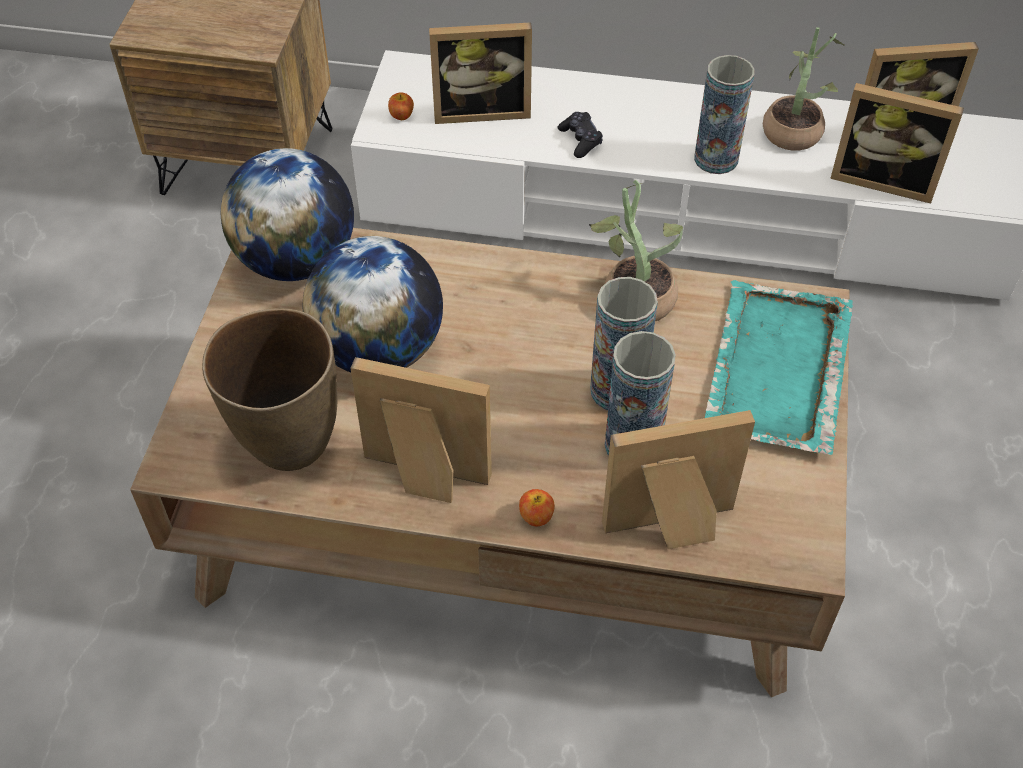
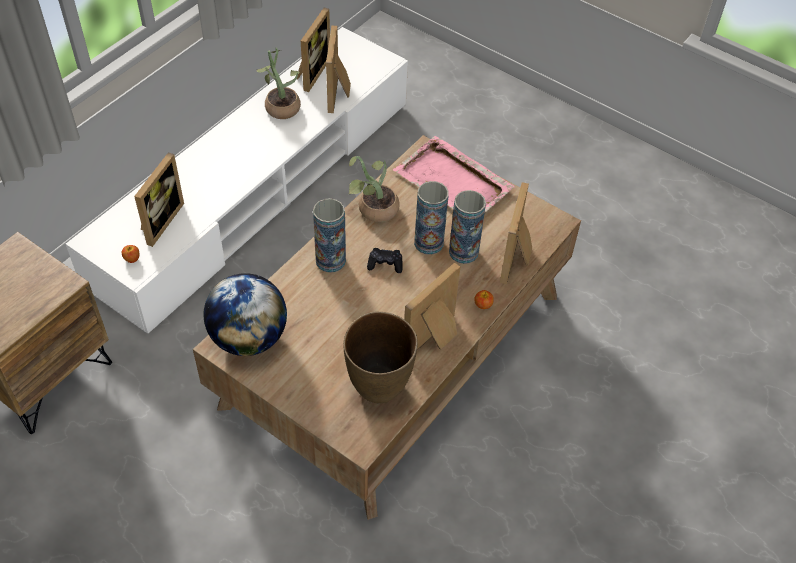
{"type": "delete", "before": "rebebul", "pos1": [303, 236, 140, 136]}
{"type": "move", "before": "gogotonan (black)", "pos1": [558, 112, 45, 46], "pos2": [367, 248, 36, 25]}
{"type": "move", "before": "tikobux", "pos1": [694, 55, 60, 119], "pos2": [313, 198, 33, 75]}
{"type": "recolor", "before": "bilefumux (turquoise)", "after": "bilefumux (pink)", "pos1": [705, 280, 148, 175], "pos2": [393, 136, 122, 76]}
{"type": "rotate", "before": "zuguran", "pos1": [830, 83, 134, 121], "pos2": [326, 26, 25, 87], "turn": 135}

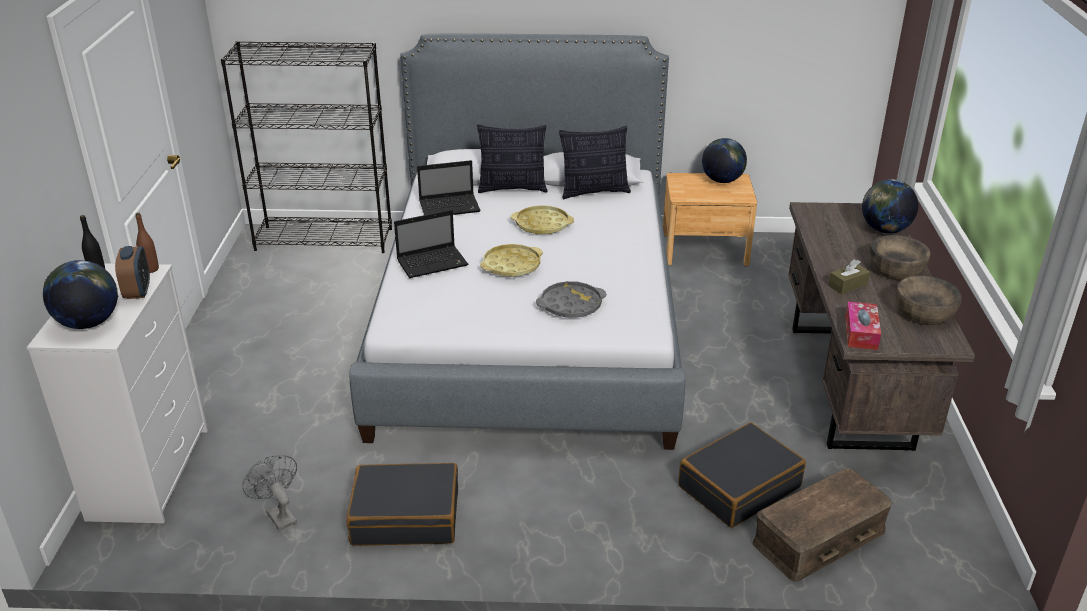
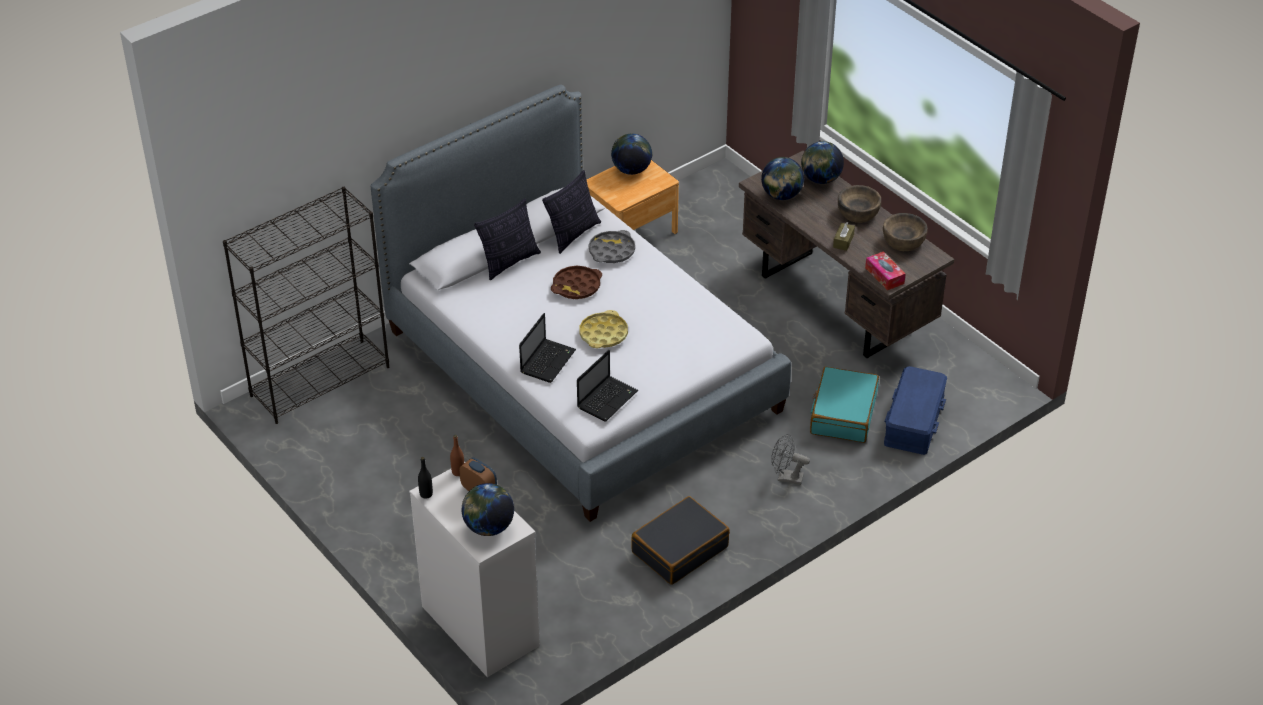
{"type": "insert", "after": "rebebul", "pos2": [761, 157, 43, 43]}
{"type": "move", "before": "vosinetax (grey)", "pos1": [242, 455, 55, 76], "pos2": [771, 433, 39, 52]}
{"type": "move", "before": "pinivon", "pos1": [417, 160, 64, 55], "pos2": [577, 350, 61, 72]}
{"type": "move", "before": "bilefumux (grey)", "pos1": [536, 281, 70, 37], "pos2": [589, 230, 46, 33]}
{"type": "recolor", "before": "bilefumux (yellow)", "after": "bilefumux (brown)", "pos1": [511, 205, 63, 30], "pos2": [551, 266, 51, 33]}
{"type": "recolor", "before": "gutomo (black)", "after": "gutomo (turquoise)", "pos1": [679, 423, 127, 105], "pos2": [810, 367, 69, 76]}
{"type": "recolor", "before": "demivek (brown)", "after": "demivek (blue)", "pos1": [752, 468, 140, 114], "pos2": [884, 366, 63, 89]}

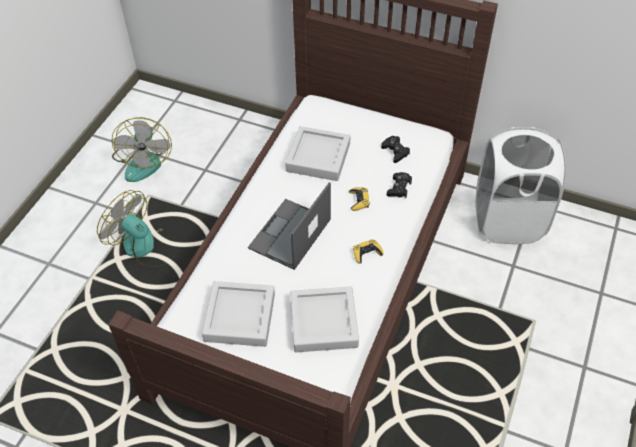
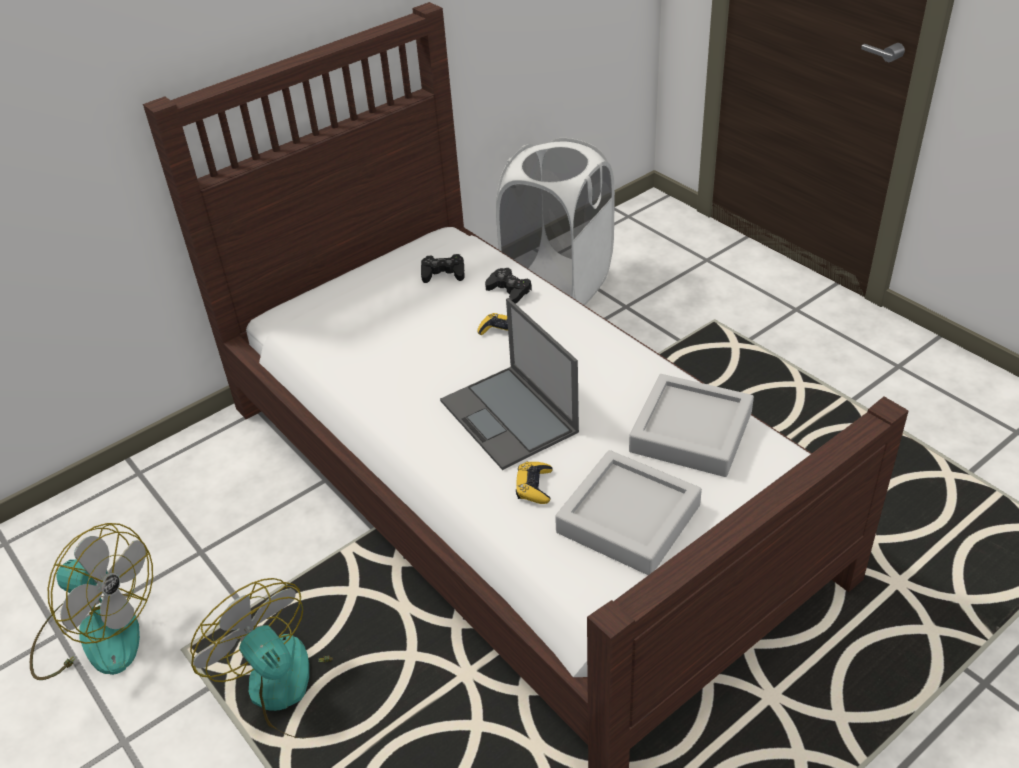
{"type": "delete", "before": "bilefumux (grey)", "pos1": [285, 126, 65, 55]}
{"type": "move", "before": "gogotonan (yellow)", "pos1": [353, 239, 31, 25], "pos2": [516, 462, 37, 42]}
{"type": "rotate", "before": "vosinetax", "pos1": [97, 190, 66, 77], "pos2": [190, 578, 143, 160], "turn": 75}

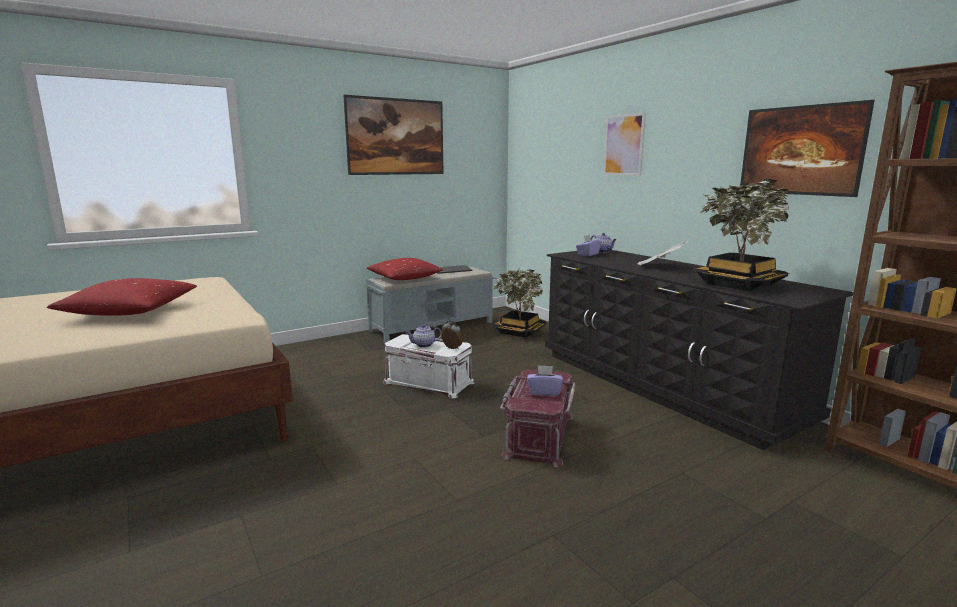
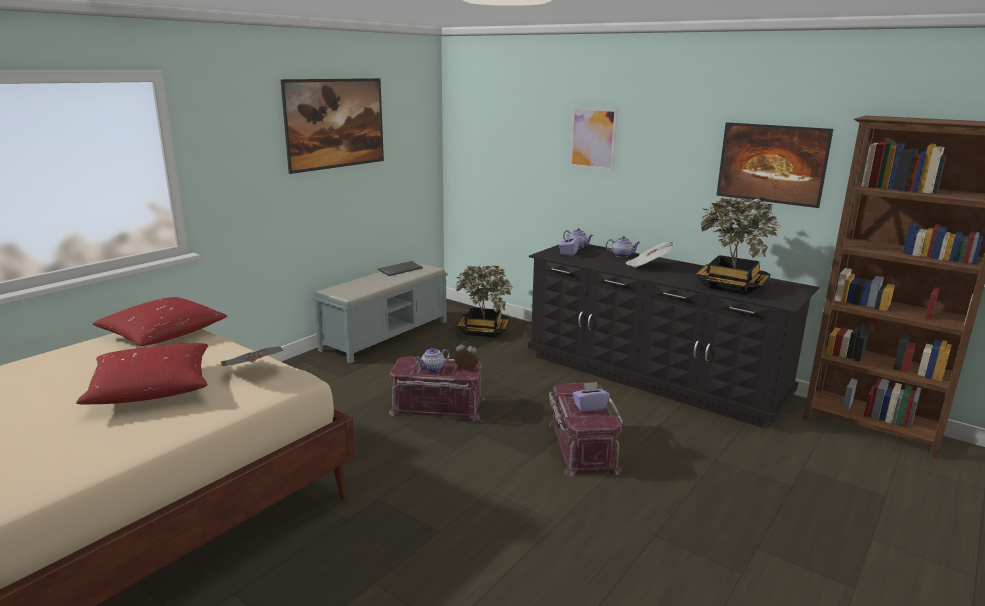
{"type": "insert", "after": "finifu", "pos2": [221, 347, 62, 19]}
{"type": "insert", "after": "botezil", "pos2": [606, 236, 34, 21]}
{"type": "move", "before": "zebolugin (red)", "pos1": [367, 258, 76, 22], "pos2": [92, 297, 135, 49]}
{"type": "recolor", "before": "demivek (white)", "after": "demivek (red)", "pos1": [383, 334, 92, 65], "pos2": [389, 356, 95, 65]}

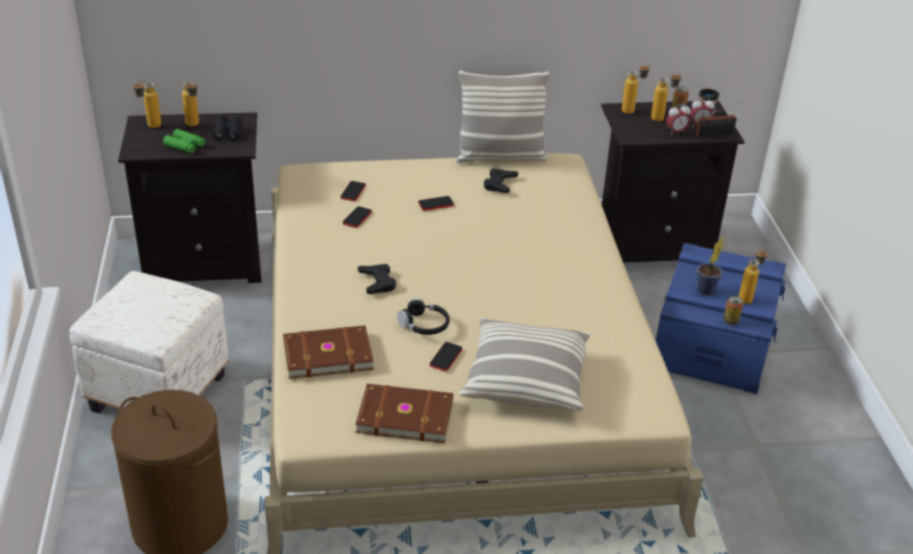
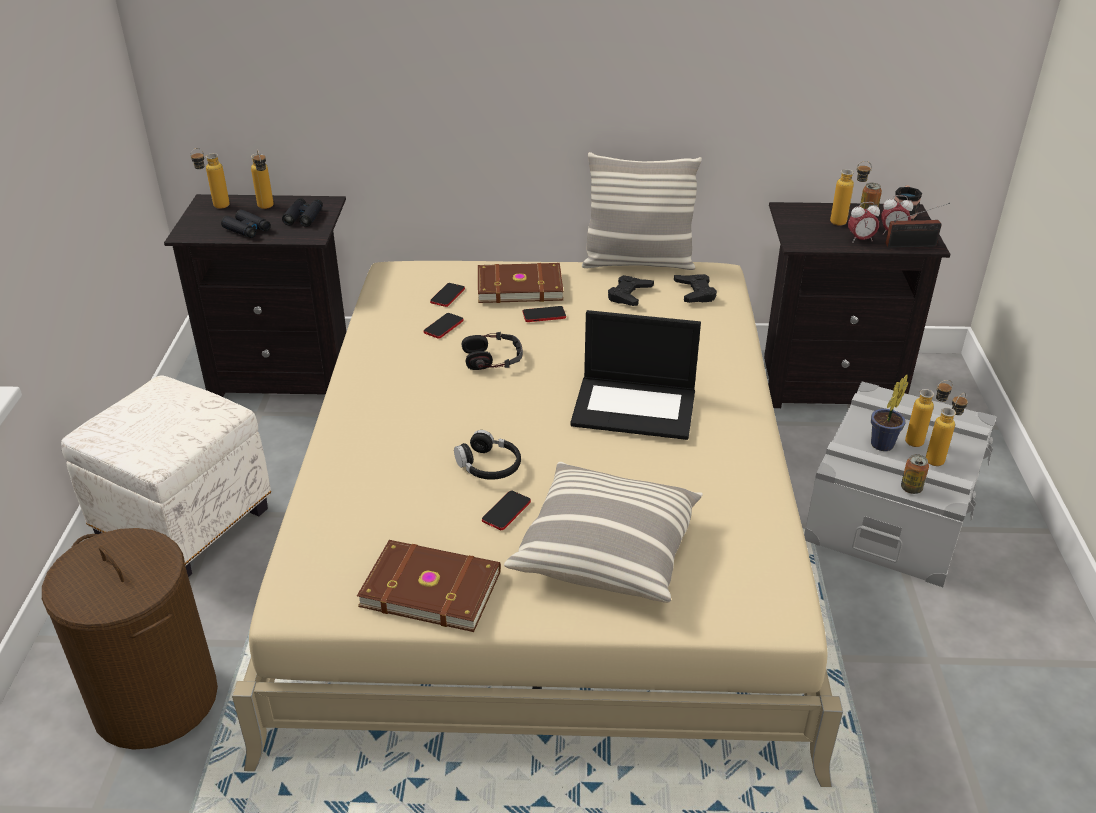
{"type": "insert", "after": "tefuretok", "pos2": [461, 332, 62, 38]}
{"type": "insert", "after": "pinivon", "pos2": [570, 310, 131, 130]}
{"type": "move", "before": "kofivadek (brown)", "pos1": [283, 325, 91, 54], "pos2": [478, 263, 85, 40]}
{"type": "move", "before": "gogotonan (black)", "pos1": [358, 264, 38, 30], "pos2": [674, 274, 43, 29]}
{"type": "move", "before": "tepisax", "pos1": [622, 63, 28, 51], "pos2": [905, 380, 48, 67]}
{"type": "recolor", "before": "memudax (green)", "after": "memudax (black)", "pos1": [163, 129, 42, 24], "pos2": [221, 209, 50, 29]}
{"type": "recolor", "before": "demivek (blue)", "after": "demivek (grey)", "pos1": [656, 243, 130, 151], "pos2": [804, 382, 193, 205]}

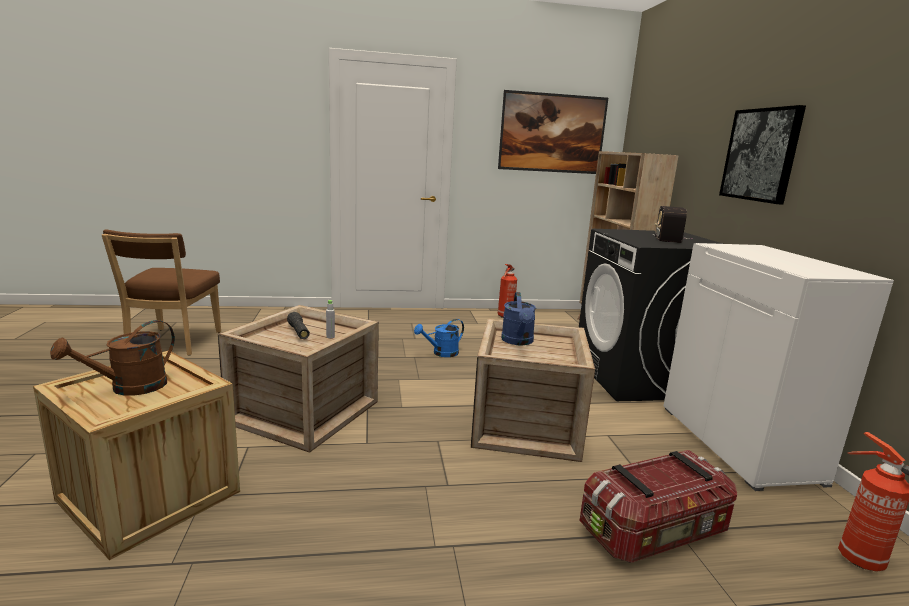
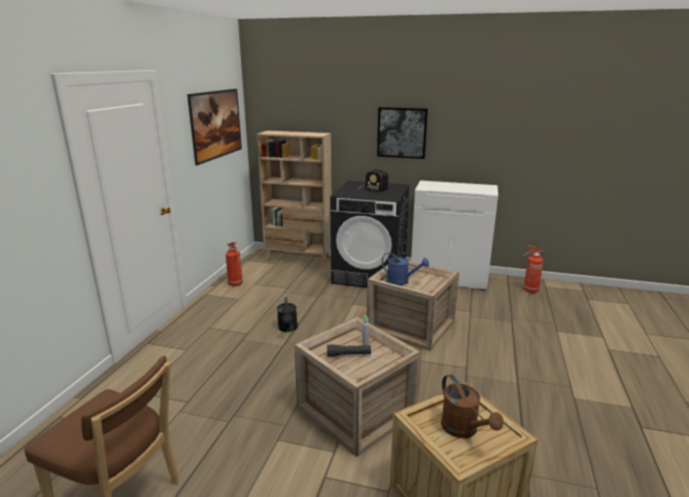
{"type": "delete", "before": "demivek", "pos1": [579, 450, 158, 113]}
{"type": "recolor", "before": "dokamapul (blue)", "after": "dokamapul (black)", "pos1": [414, 319, 50, 38], "pos2": [277, 297, 21, 35]}

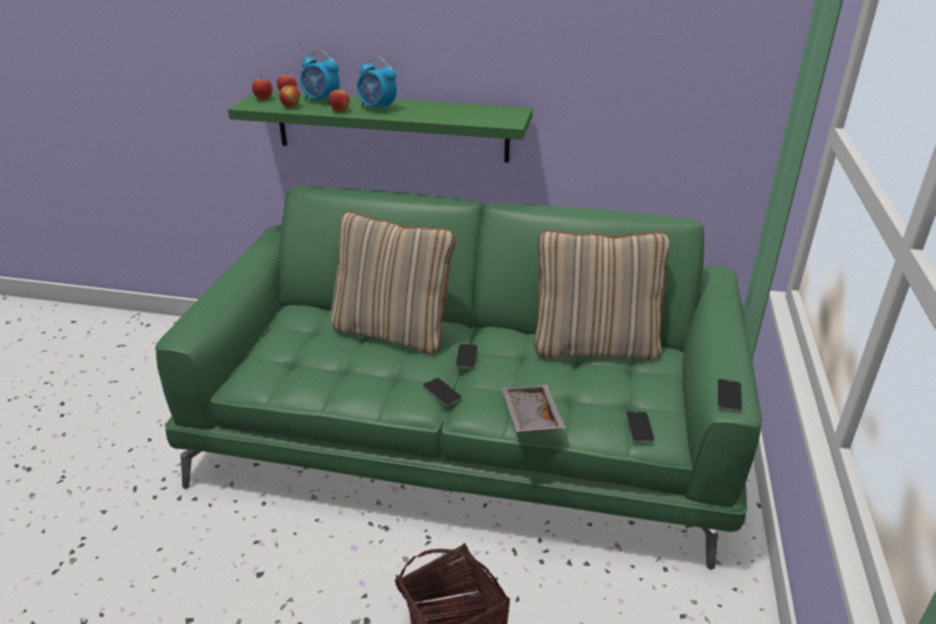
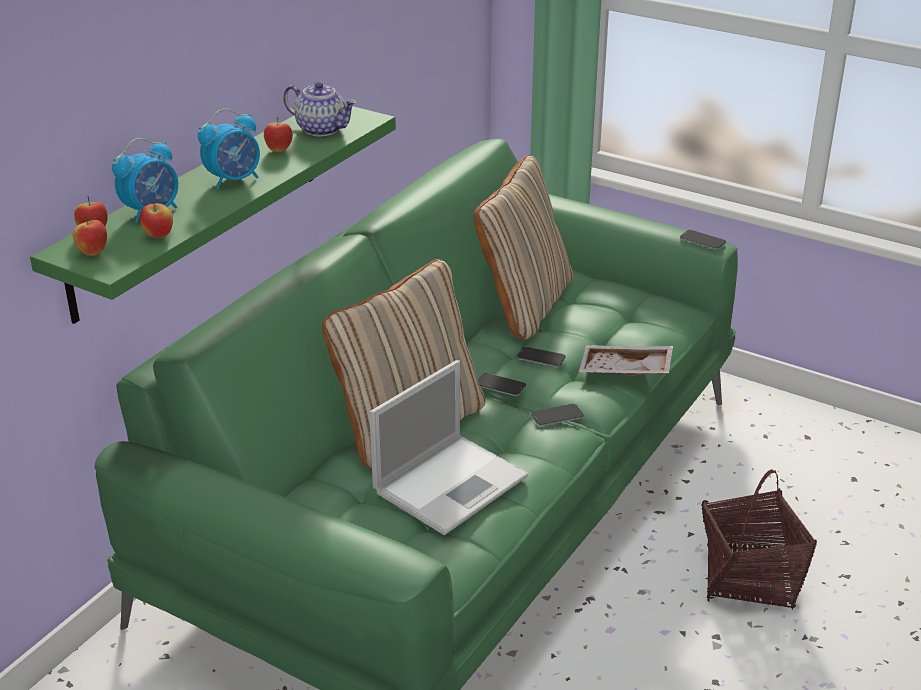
{"type": "insert", "after": "botezil", "pos2": [283, 81, 74, 55]}
{"type": "insert", "after": "pinivon", "pos2": [369, 360, 159, 175]}
{"type": "move", "before": "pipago", "pos1": [329, 90, 20, 22], "pos2": [264, 117, 29, 35]}
{"type": "move", "before": "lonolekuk", "pos1": [626, 412, 28, 30], "pos2": [517, 347, 48, 20]}

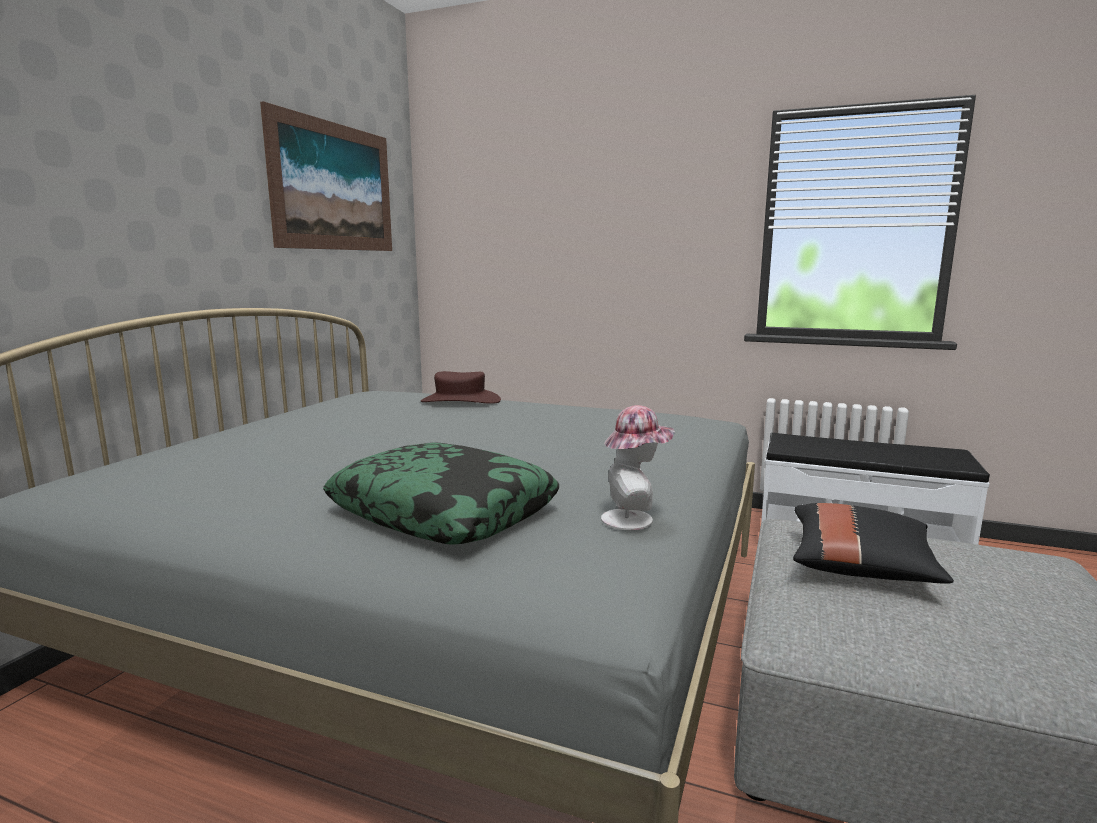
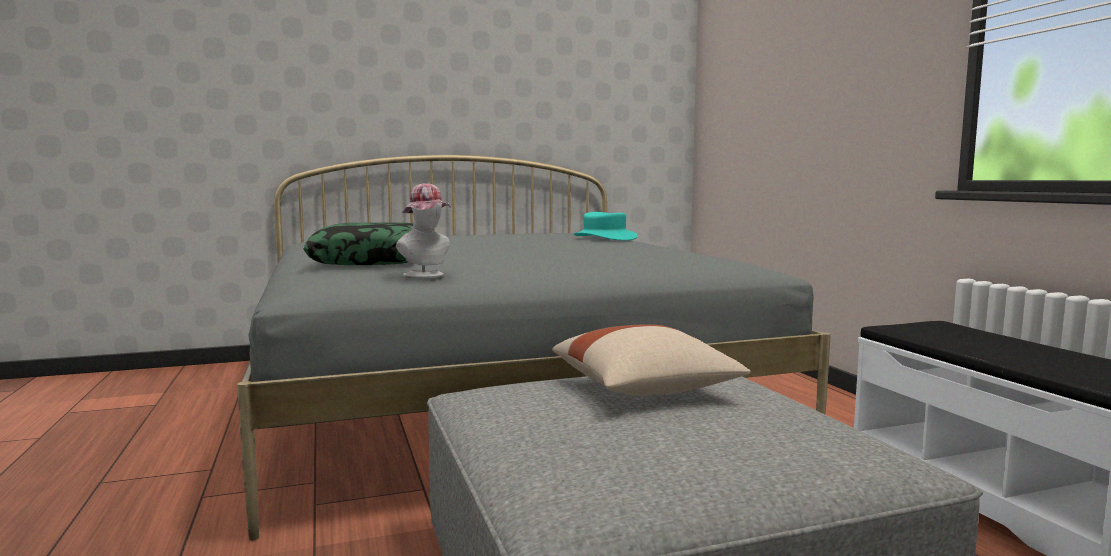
{"type": "delete", "before": "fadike", "pos1": [260, 101, 132, 150]}
{"type": "recolor", "before": "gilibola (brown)", "after": "gilibola (turquoise)", "pos1": [421, 371, 80, 33], "pos2": [574, 212, 64, 29]}
{"type": "recolor", "before": "zebolugin (black)", "after": "zebolugin (beige)", "pos1": [793, 503, 161, 81], "pos2": [552, 324, 199, 72]}

